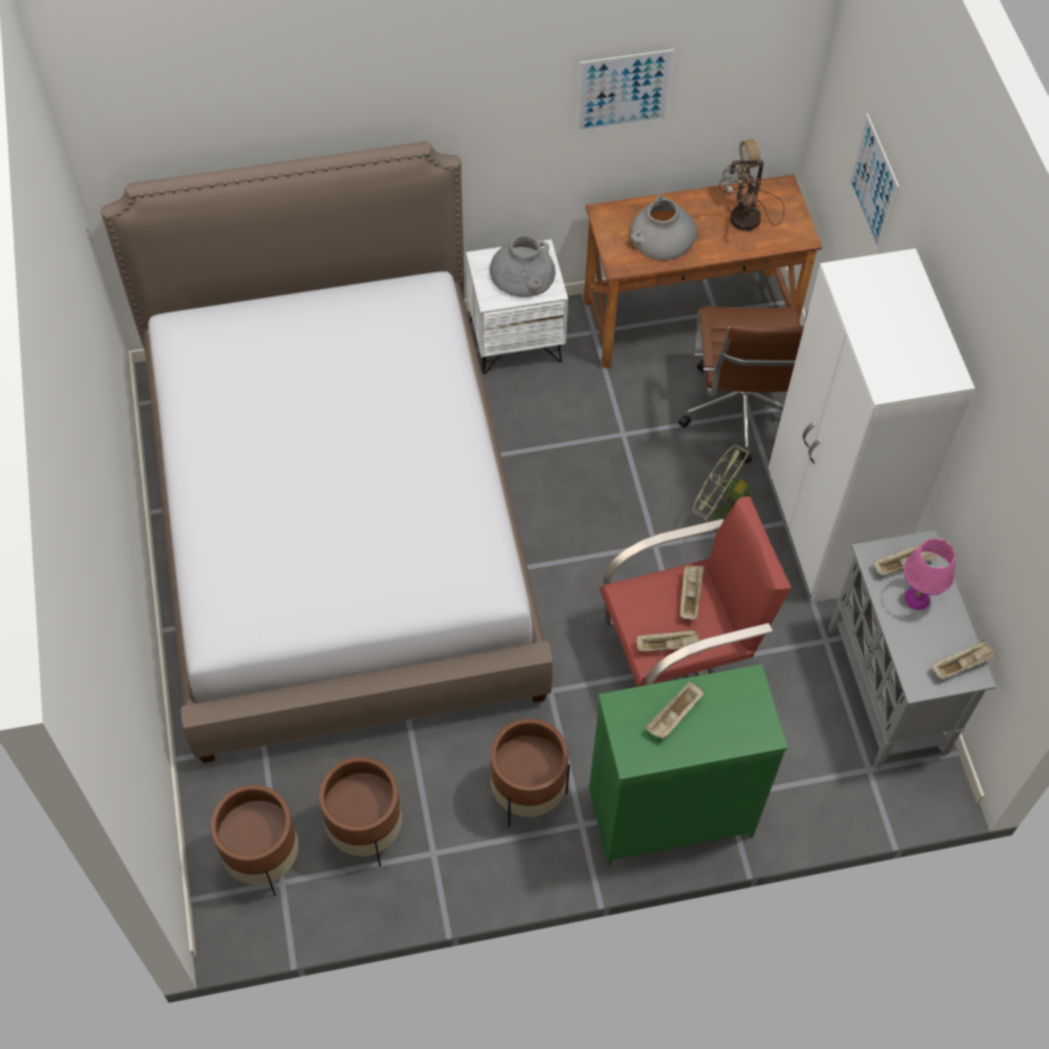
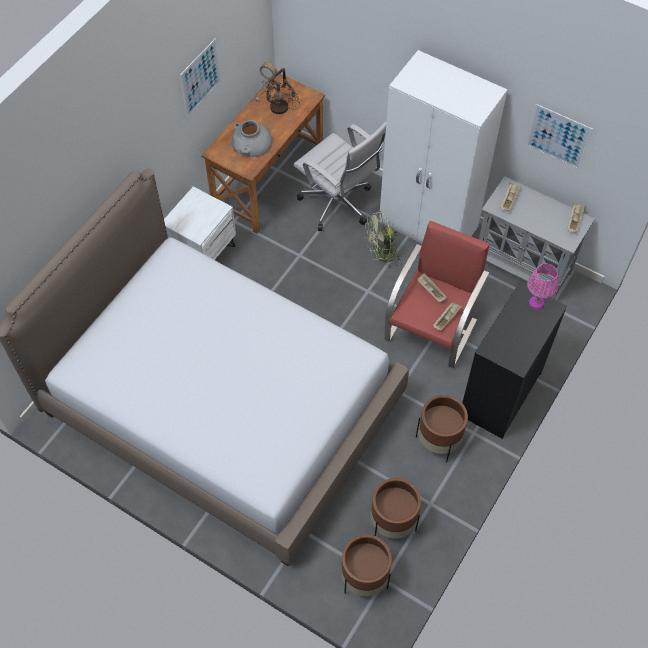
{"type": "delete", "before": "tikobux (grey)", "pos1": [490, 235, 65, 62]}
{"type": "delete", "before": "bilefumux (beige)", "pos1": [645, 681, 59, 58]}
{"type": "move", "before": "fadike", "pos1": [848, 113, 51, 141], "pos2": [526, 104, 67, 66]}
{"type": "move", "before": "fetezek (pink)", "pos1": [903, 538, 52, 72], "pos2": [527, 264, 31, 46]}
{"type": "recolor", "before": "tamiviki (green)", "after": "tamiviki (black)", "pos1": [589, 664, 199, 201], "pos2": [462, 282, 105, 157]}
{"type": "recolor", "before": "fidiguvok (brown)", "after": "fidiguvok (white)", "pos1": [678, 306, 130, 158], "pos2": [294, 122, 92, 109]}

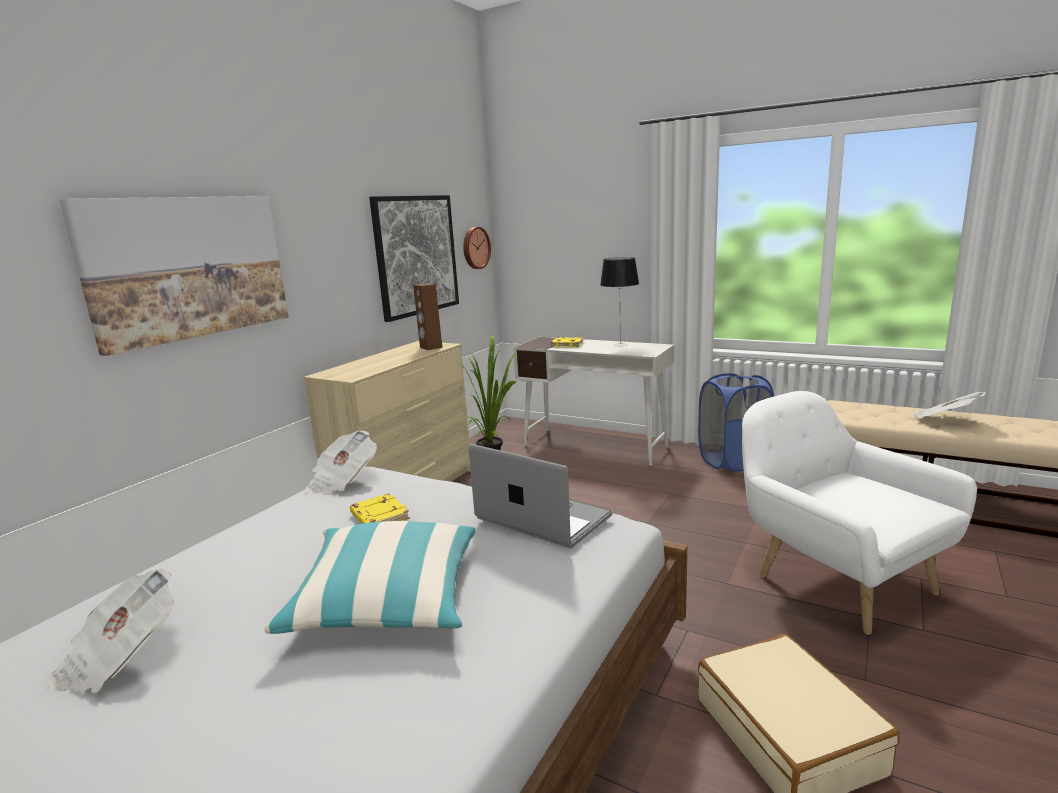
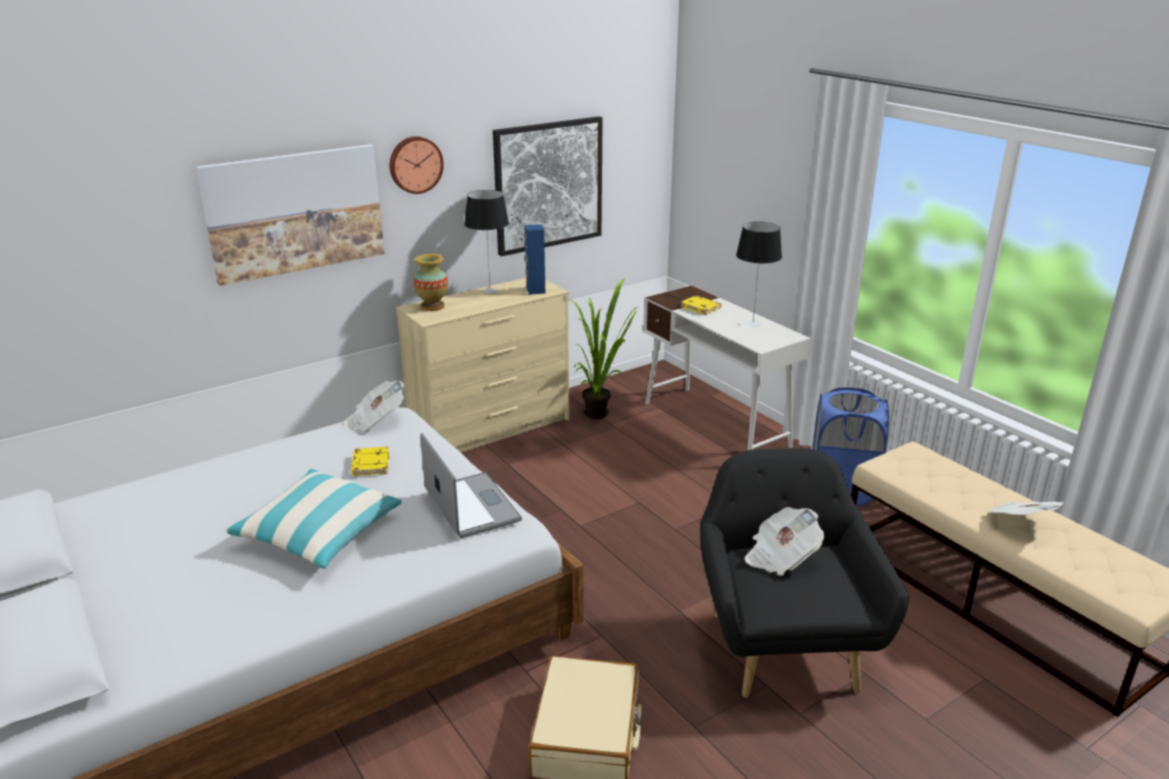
{"type": "insert", "after": "tikobux", "pos2": [414, 254, 34, 57]}
{"type": "insert", "after": "fetezek", "pos2": [464, 190, 45, 104]}
{"type": "move", "before": "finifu", "pos1": [45, 569, 129, 124], "pos2": [745, 507, 79, 69]}
{"type": "move", "before": "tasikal", "pos1": [463, 227, 28, 42], "pos2": [390, 136, 54, 58]}
{"type": "recolor", "before": "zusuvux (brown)", "after": "zusuvux (blue)", "pos1": [413, 283, 29, 67], "pos2": [525, 224, 20, 71]}
{"type": "recolor", "before": "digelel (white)", "after": "digelel (black)", "pos1": [742, 391, 235, 244], "pos2": [700, 448, 209, 250]}

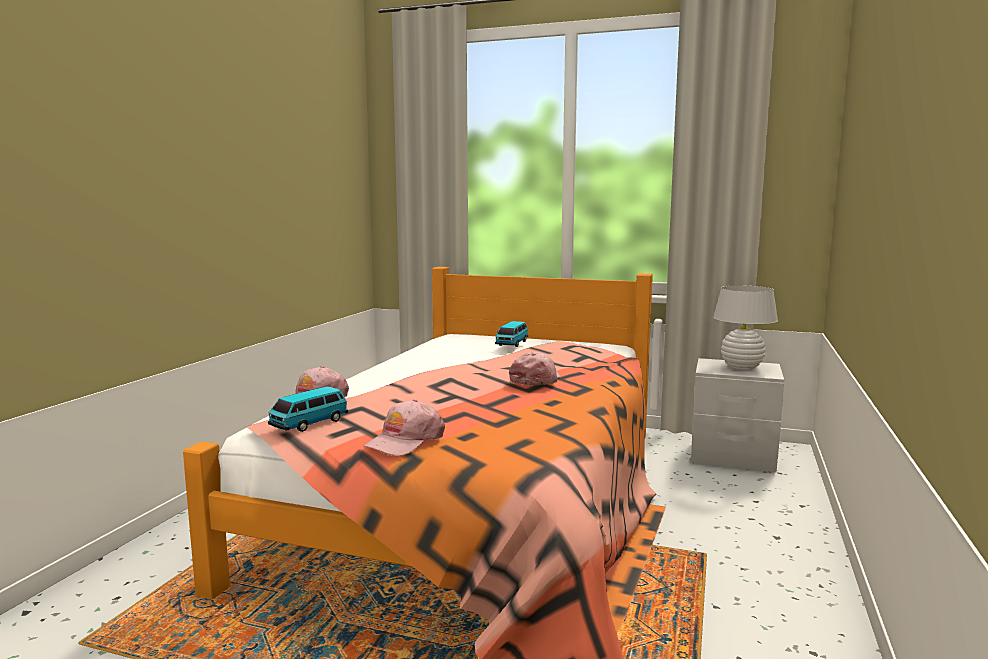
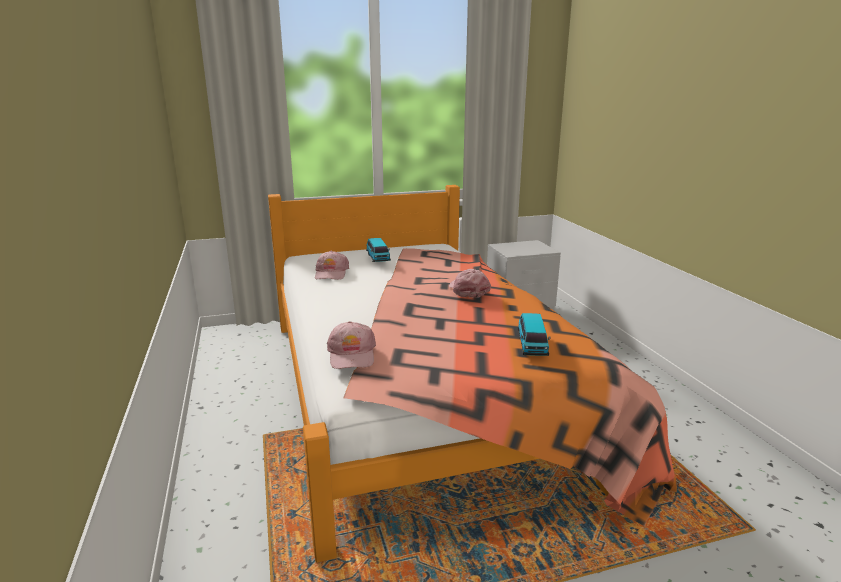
{"type": "delete", "before": "fetezek (white)", "pos1": [713, 285, 65, 85]}
{"type": "move", "before": "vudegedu", "pos1": [268, 386, 80, 46], "pos2": [518, 313, 32, 43]}
{"type": "move", "before": "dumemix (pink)", "pos1": [363, 399, 82, 57], "pos2": [315, 251, 34, 29]}

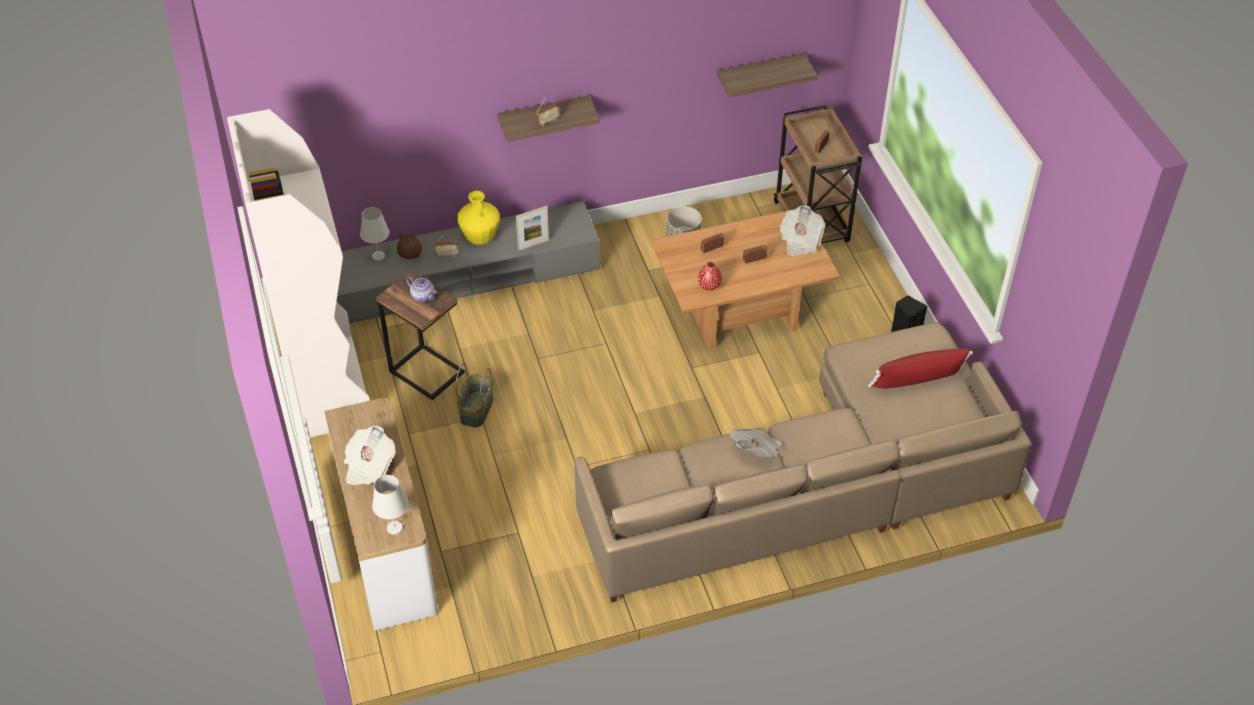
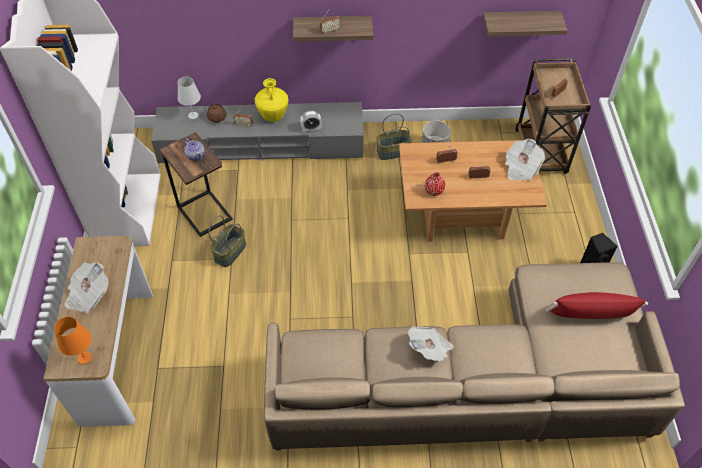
{"type": "insert", "after": "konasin", "pos2": [376, 113, 36, 47]}
{"type": "replace", "before": "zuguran", "after": "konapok", "pos1": [516, 206, 33, 45], "pos2": [300, 111, 22, 22]}
{"type": "recolor", "before": "fetezek (white)", "after": "fetezek (orange)", "pos1": [372, 475, 37, 59], "pos2": [54, 317, 38, 47]}

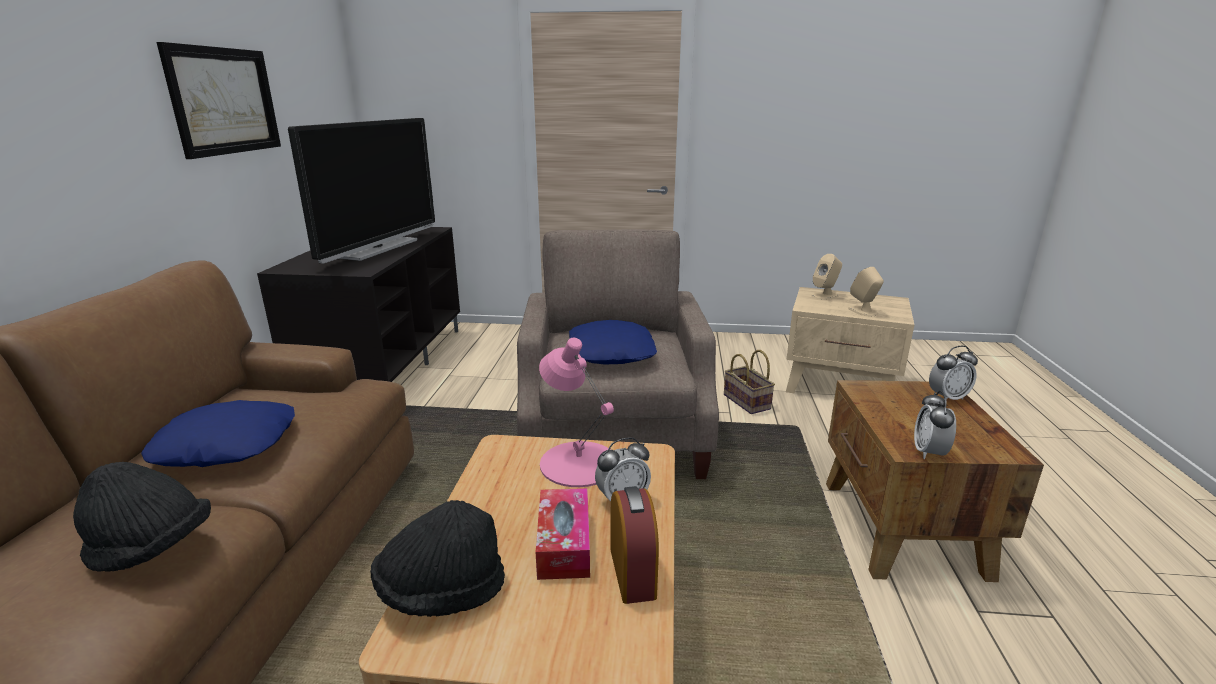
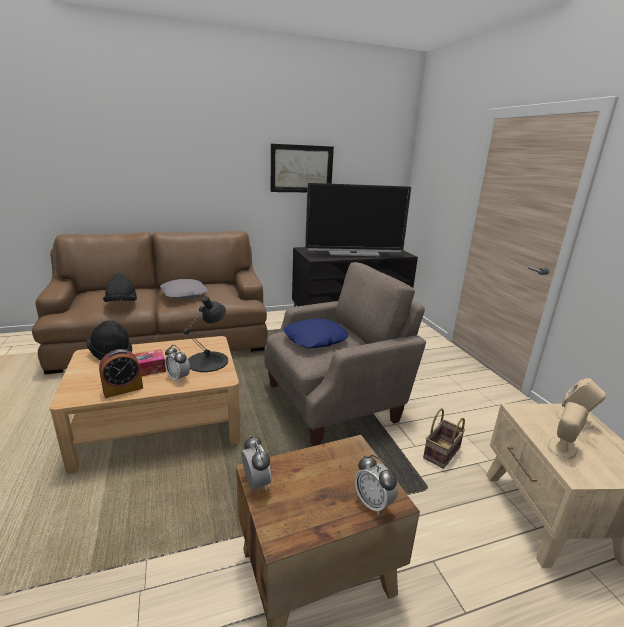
{"type": "recolor", "before": "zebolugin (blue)", "after": "zebolugin (grey)", "pos1": [141, 400, 154, 67], "pos2": [160, 279, 48, 20]}
{"type": "recolor", "before": "fetezek (pink)", "after": "fetezek (black)", "pos1": [539, 338, 75, 149], "pos2": [183, 296, 45, 76]}
{"type": "rotate", "before": "konapok", "pos1": [914, 391, 42, 68], "pos2": [241, 436, 31, 54], "turn": 75}

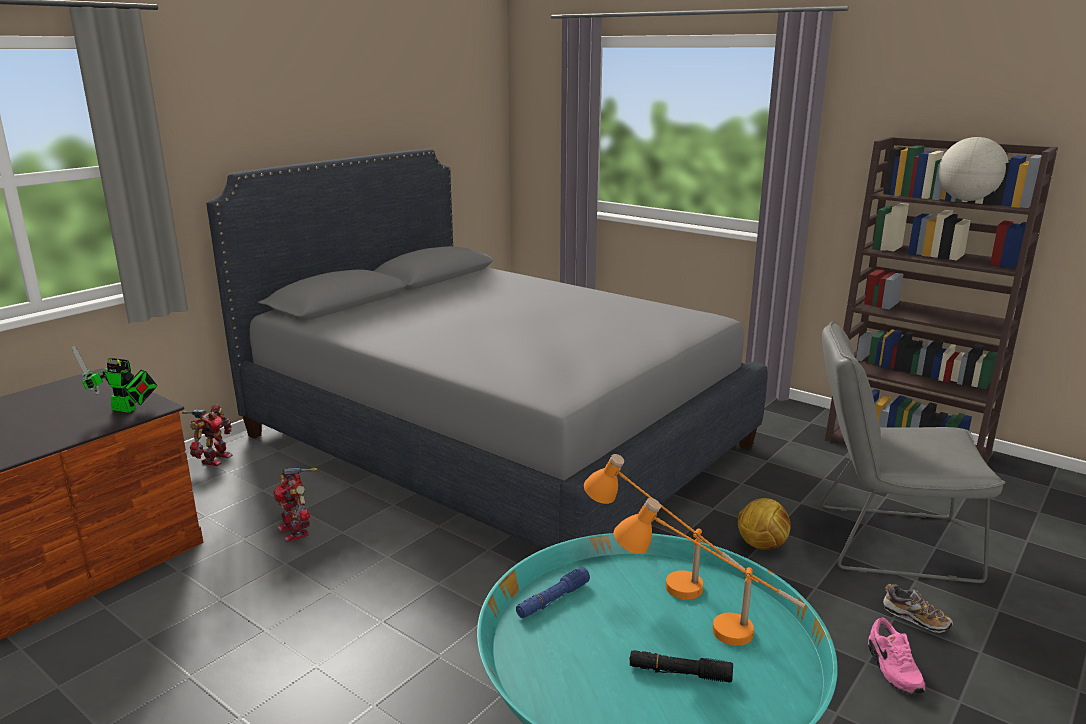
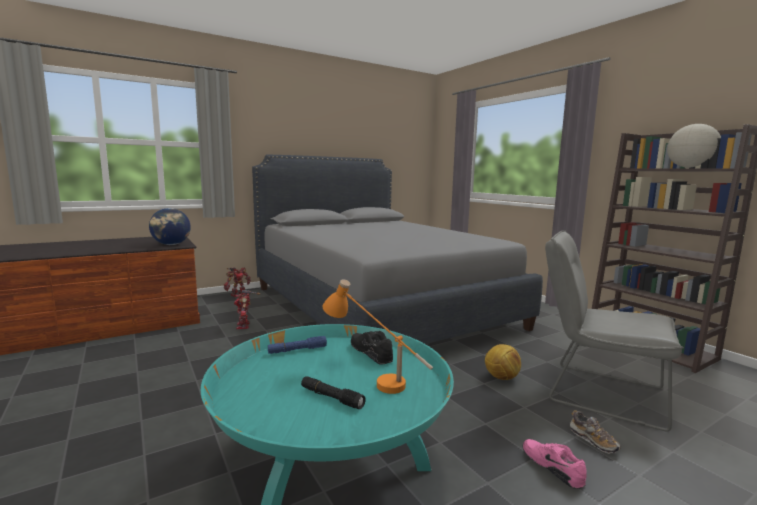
{"type": "replace", "before": "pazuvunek", "after": "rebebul", "pos1": [72, 345, 85, 68], "pos2": [149, 208, 42, 37]}
{"type": "replace", "before": "fetezek (orange)", "after": "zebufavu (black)", "pos1": [584, 454, 161, 146], "pos2": [351, 331, 42, 34]}
{"type": "rotate", "before": "zebufavu (pink)", "pos1": [868, 618, 57, 76], "pos2": [523, 439, 64, 50], "turn": 135}

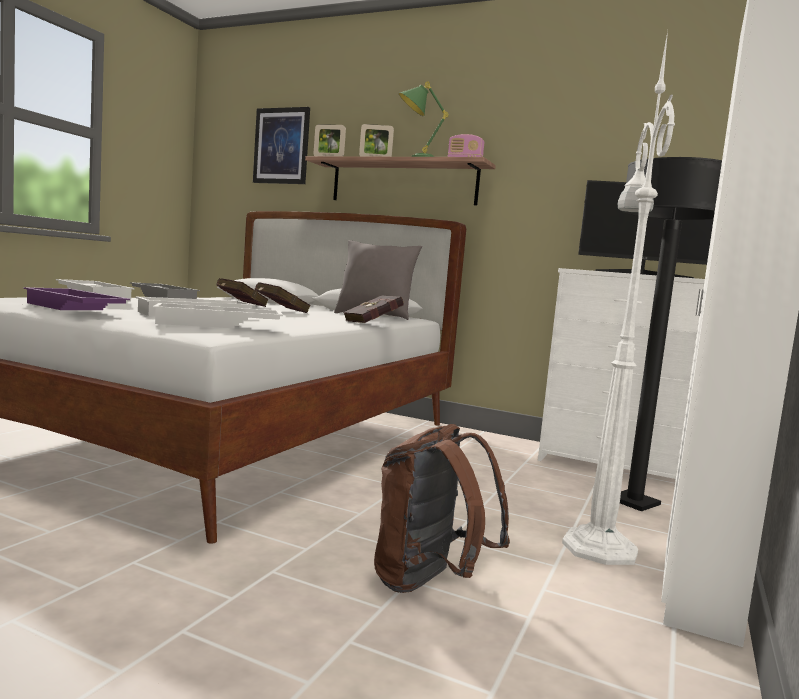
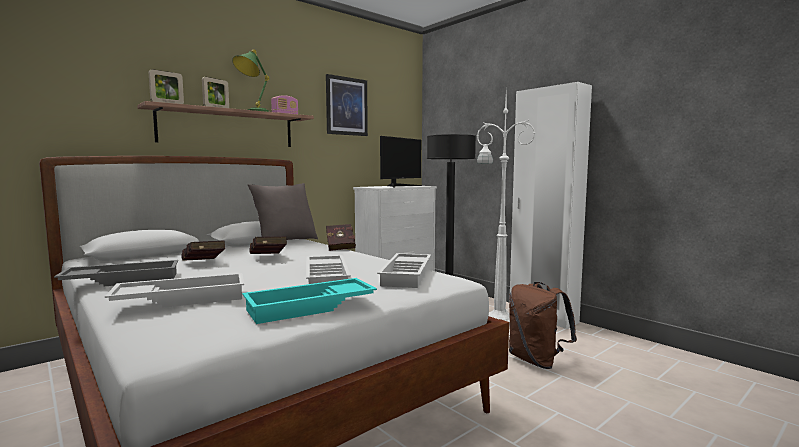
{"type": "move", "before": "fadike", "pos1": [253, 107, 57, 77], "pos2": [326, 74, 42, 62]}
{"type": "recolor", "before": "bilefumux (purple)", "after": "bilefumux (turquoise)", "pos1": [23, 287, 107, 23], "pos2": [242, 278, 135, 46]}

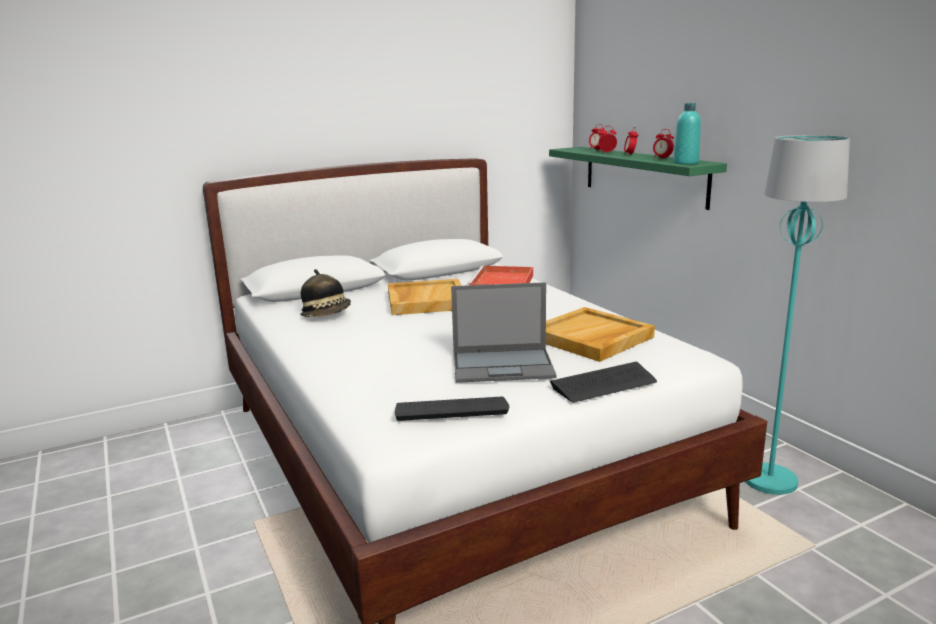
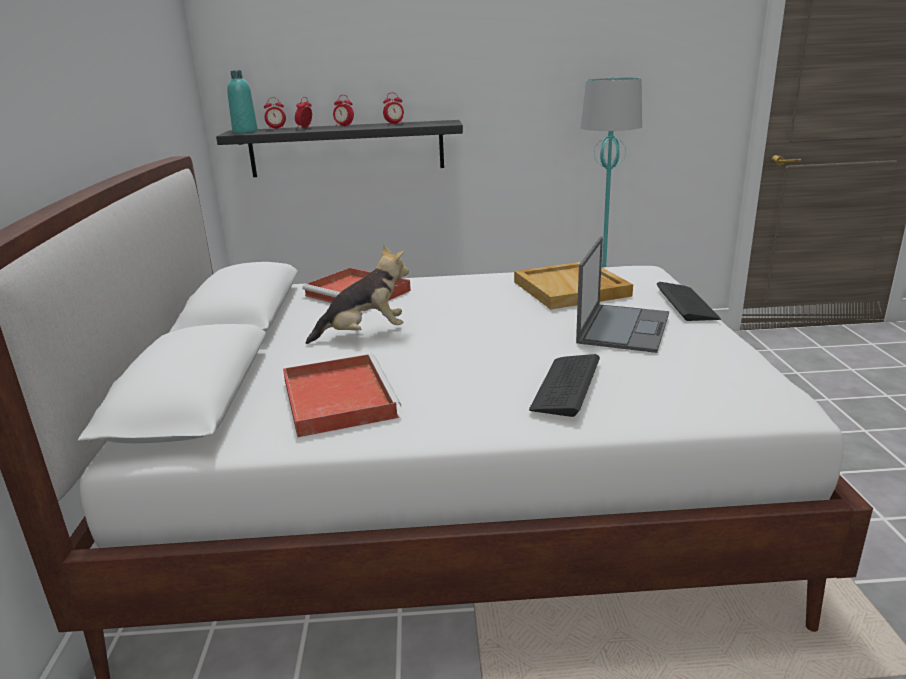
{"type": "move", "before": "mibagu", "pos1": [395, 397, 114, 24], "pos2": [529, 354, 71, 63]}
{"type": "move", "before": "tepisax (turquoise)", "pos1": [673, 103, 28, 61], "pos2": [227, 70, 31, 63]}
{"type": "replace", "before": "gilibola", "after": "bilefumux (red)", "pos1": [300, 269, 51, 48], "pos2": [283, 354, 118, 84]}
{"type": "replace", "before": "bilefumux (beige)", "after": "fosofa", "pos1": [388, 279, 74, 36], "pos2": [306, 245, 103, 99]}
{"type": "recolor", "before": "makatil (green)", "after": "makatil (black)", "pos1": [549, 147, 178, 63], "pos2": [216, 120, 247, 57]}

